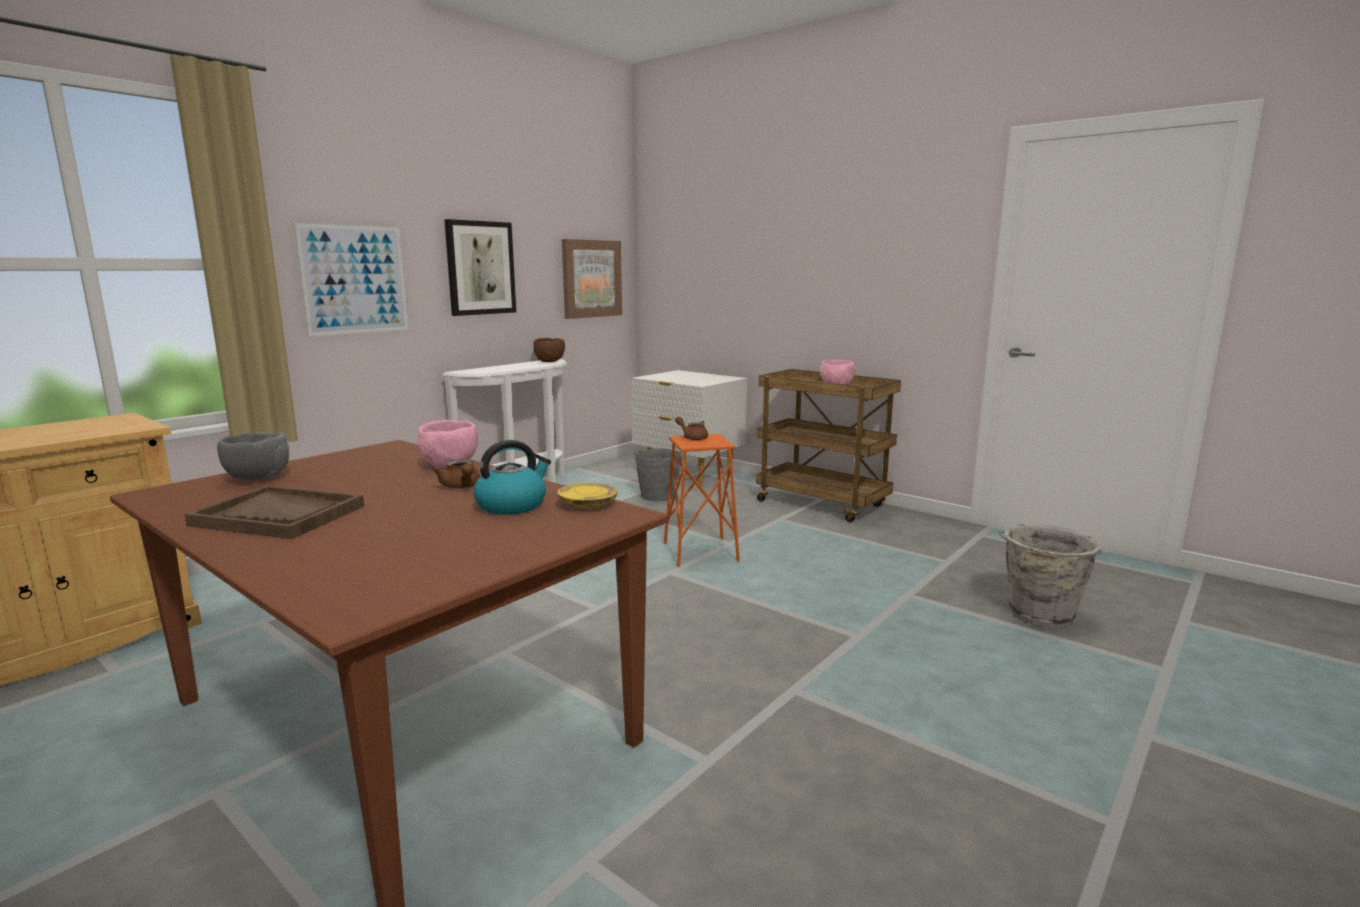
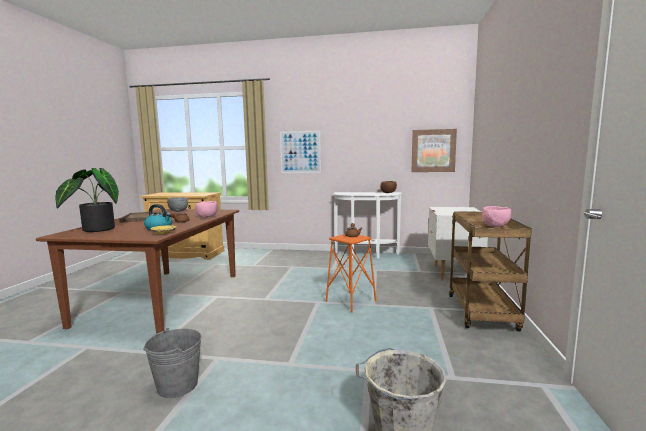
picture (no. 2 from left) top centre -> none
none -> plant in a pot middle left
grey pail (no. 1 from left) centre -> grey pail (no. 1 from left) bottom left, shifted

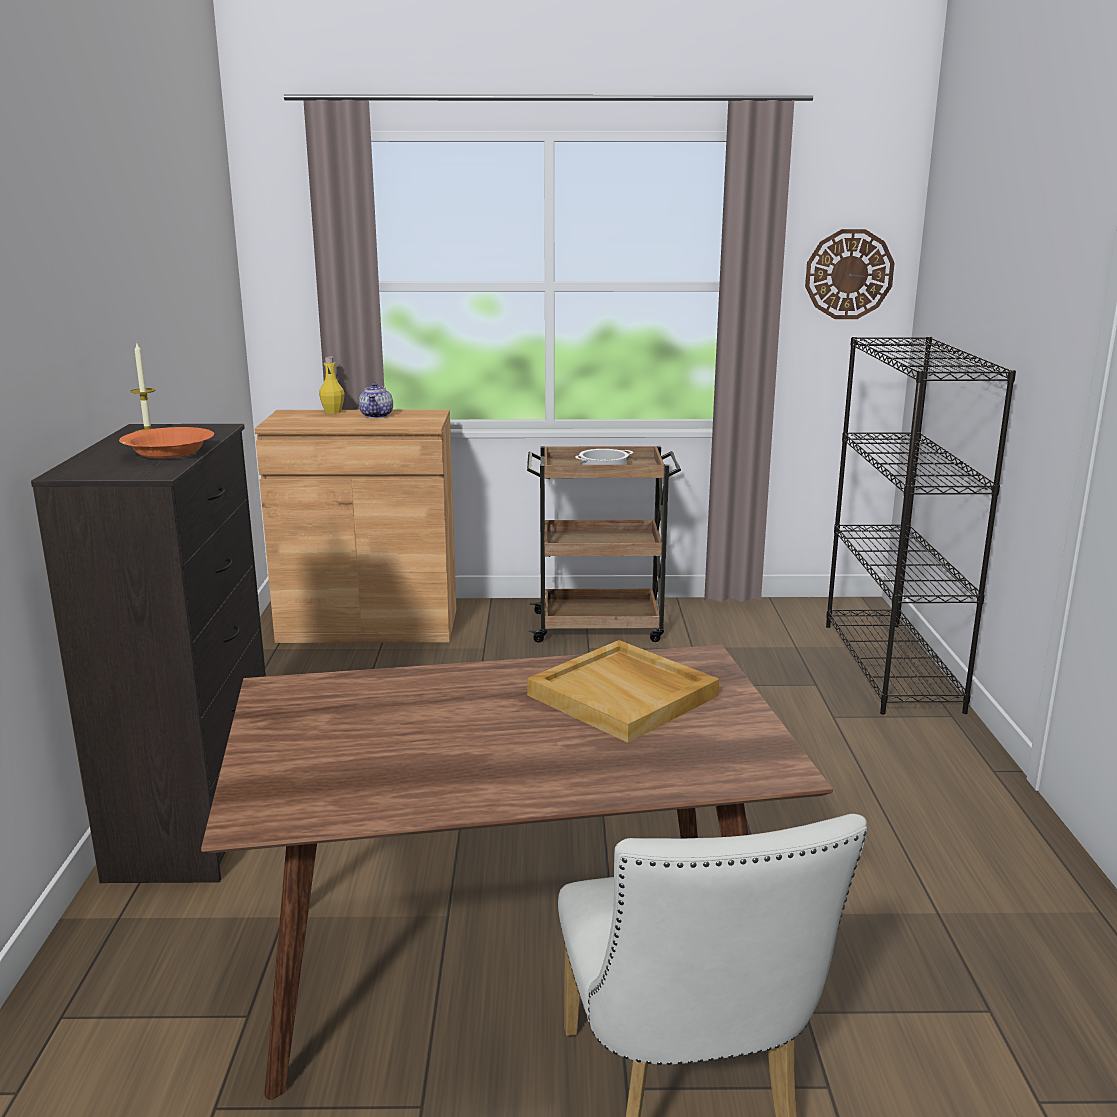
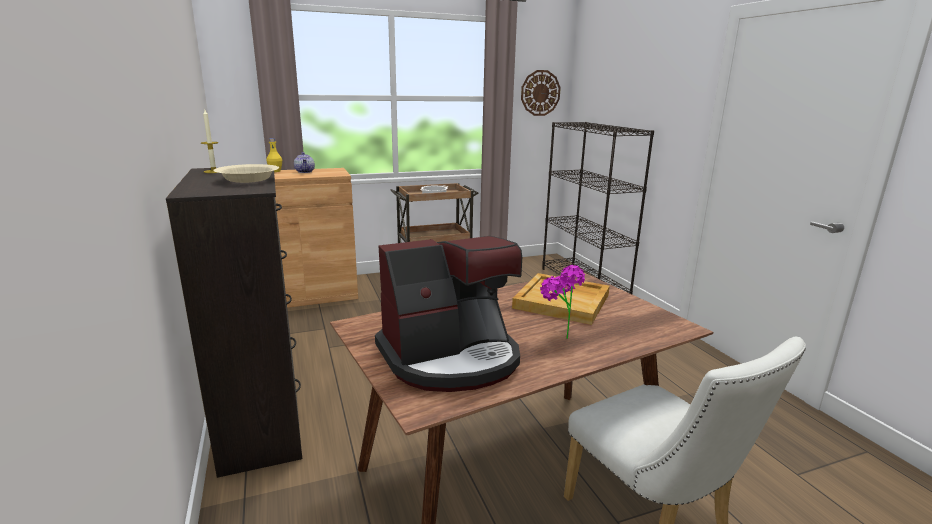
none -> coffee machine centre
none -> plant in a pot centre
orange deep dish middle left -> beige-coloured deep dish top left

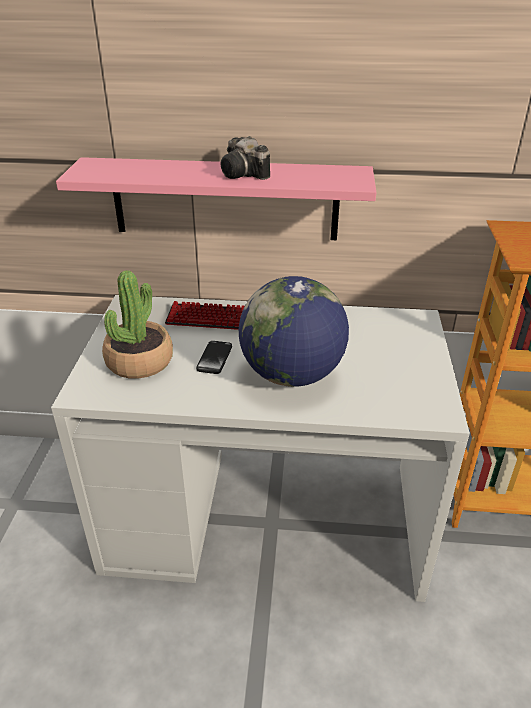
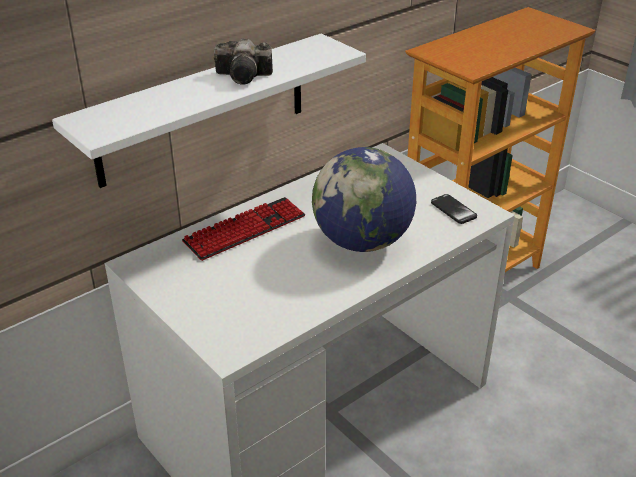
plant in a pot middle left -> none
telephone centre -> telephone middle right, shifted
pinkish bracket shelf top centre -> whitish bracket shelf top left

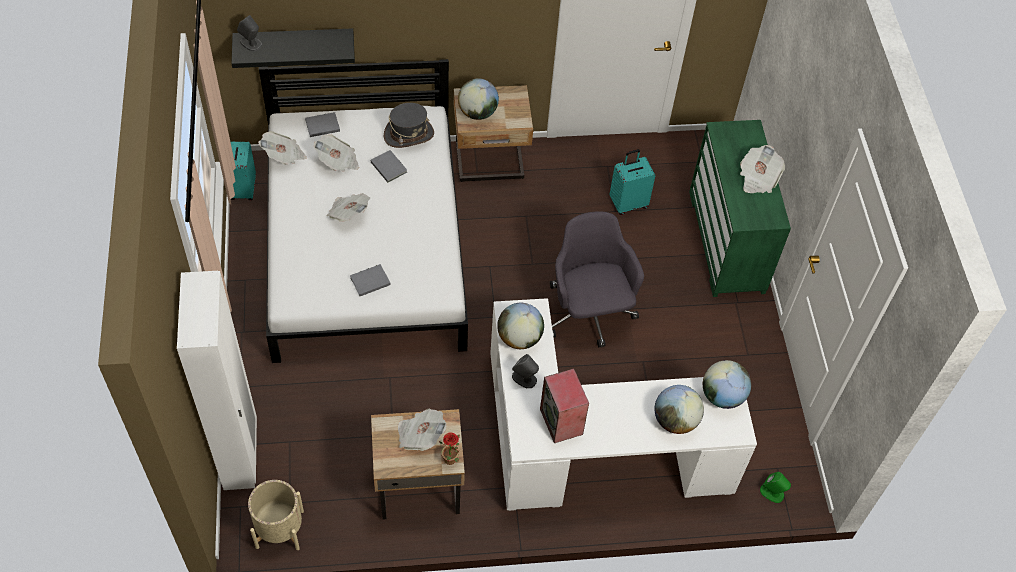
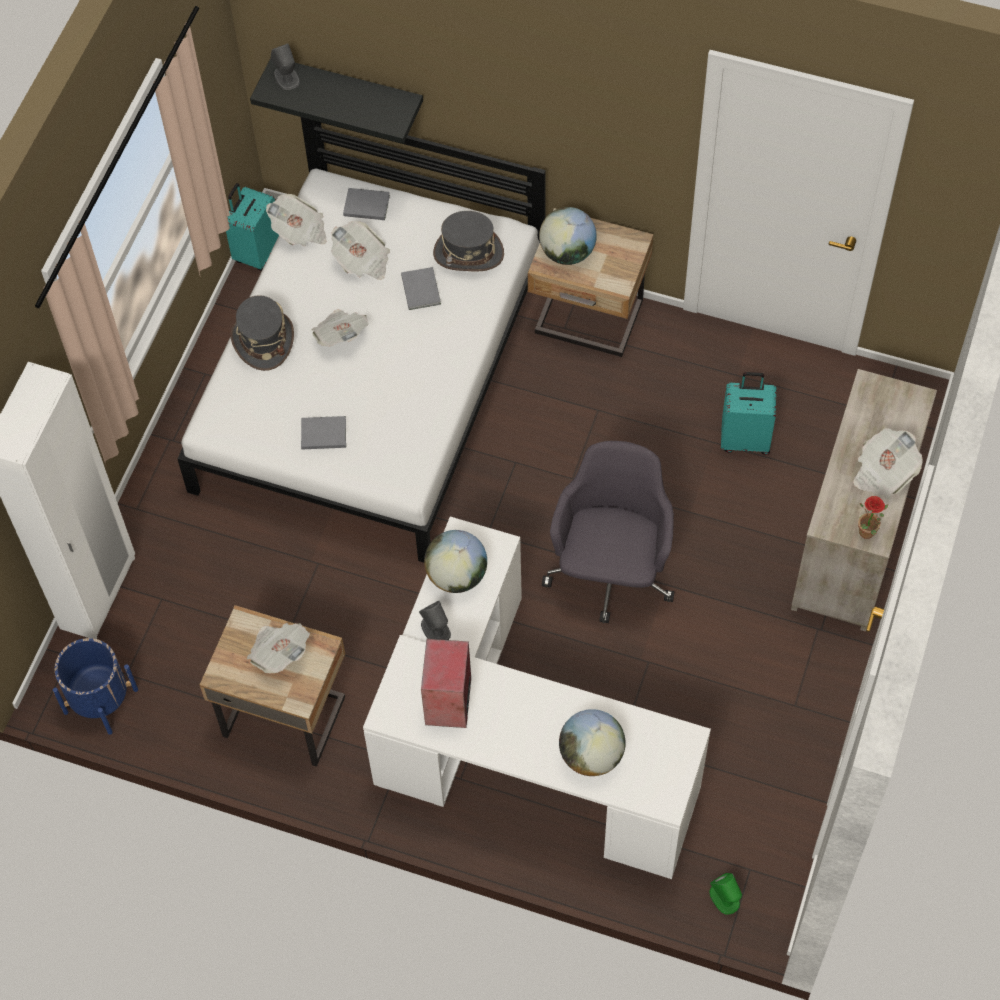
desk globe (no. 4 from left) bottom right -> none
none -> grey wearable hat (no. 1 from left) top left
plant in a pot bottom centre -> plant in a pot middle right, shifted
beige-coloured plant pot bottom left -> blue plant pot bottom left
green chest of drawers middle right -> beige-coloured chest of drawers middle right

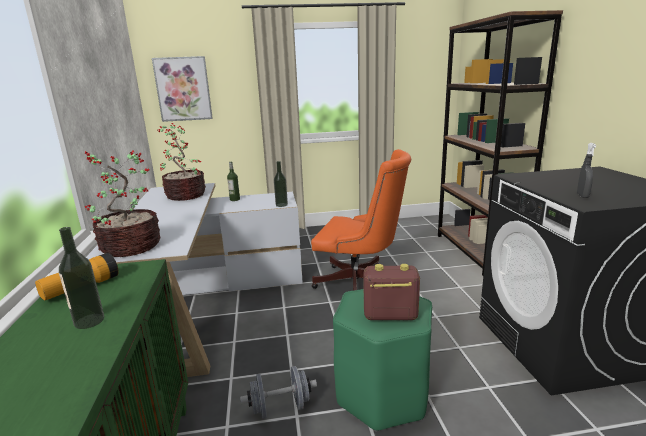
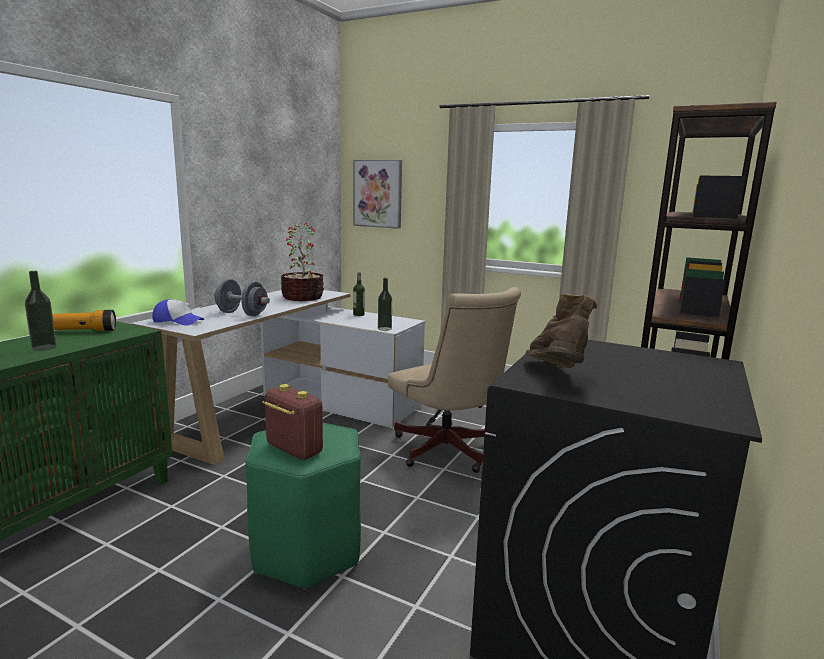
grey hand weight bottom centre -> grey hand weight middle left, shifted
plant in a pot (no. 1 from left) middle left -> cap middle left
grey hand sprayer middle right -> brown high-top boot middle right
orange desk chair centre -> beige-coloured desk chair centre

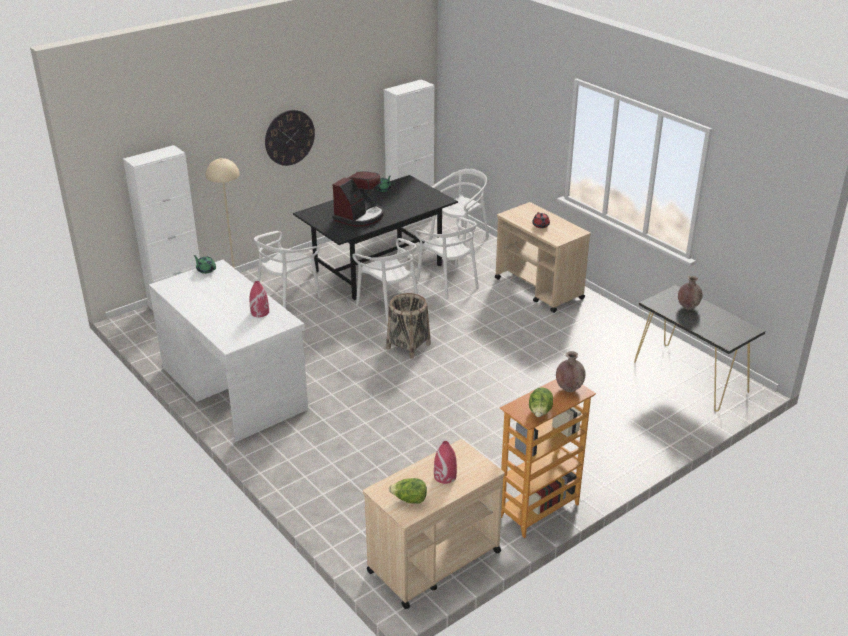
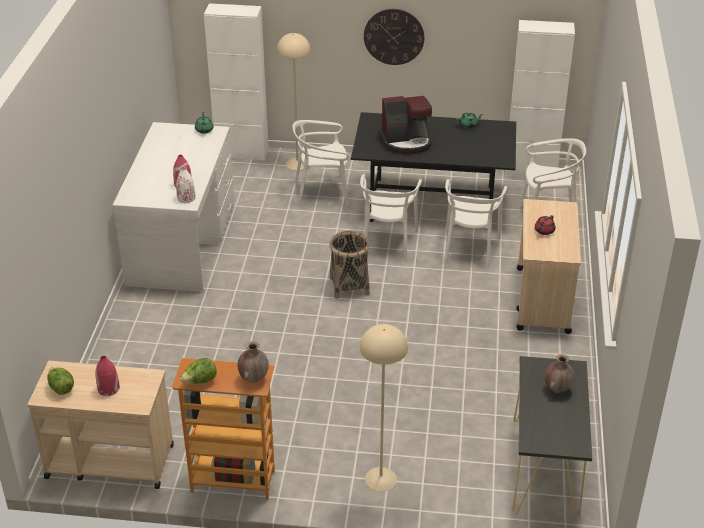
none -> whitish vase middle left
none -> beige-coloured standard lamp (no. 2 from left) bottom centre

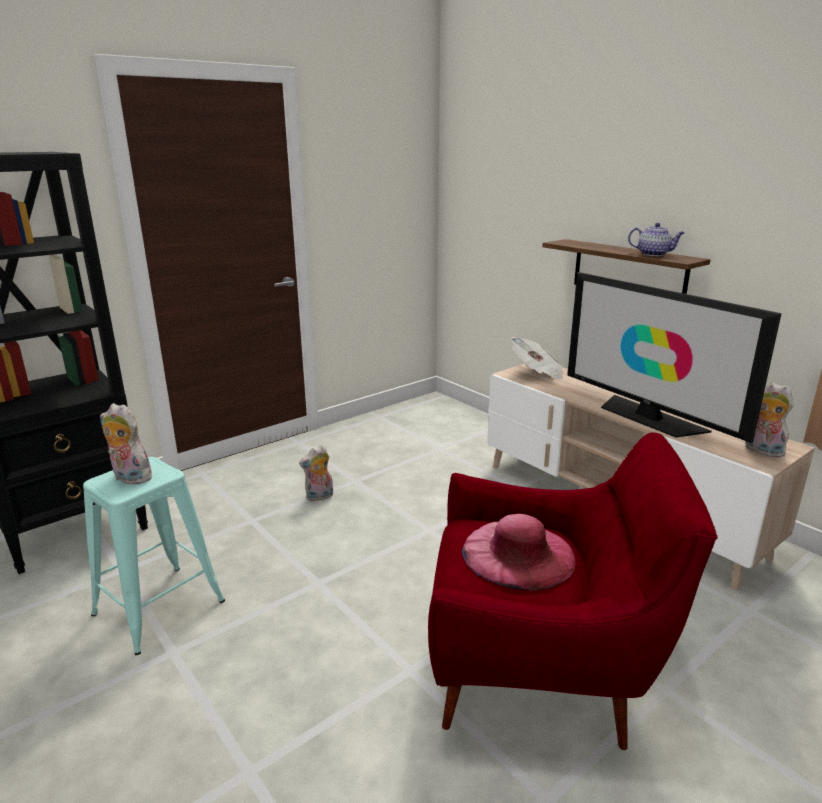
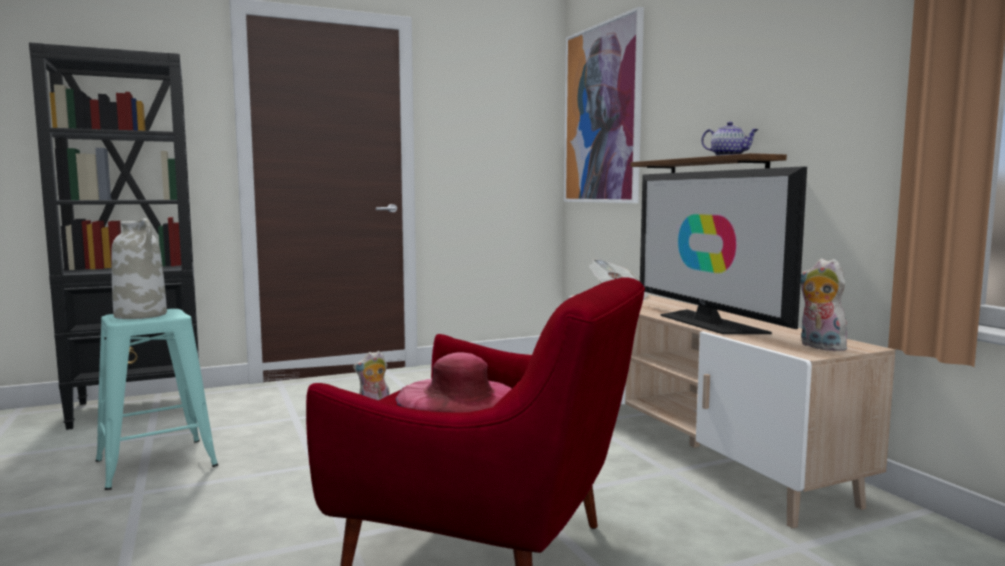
none -> picture top centre
cuddly toy (no. 1 from left) middle left -> whitish vase middle left

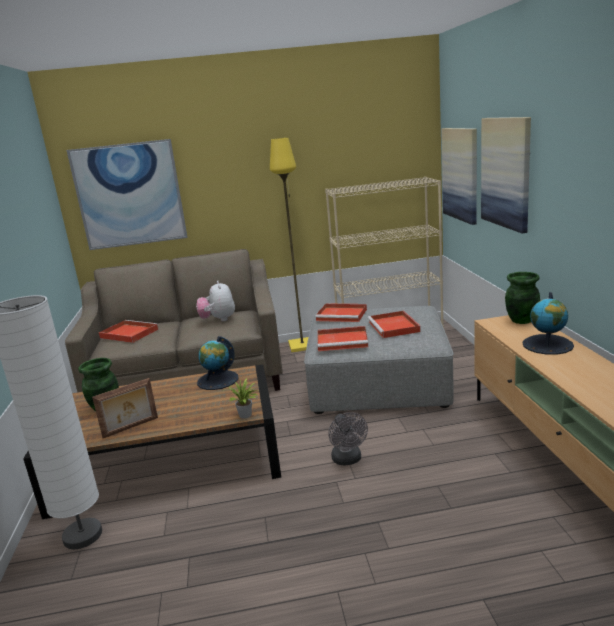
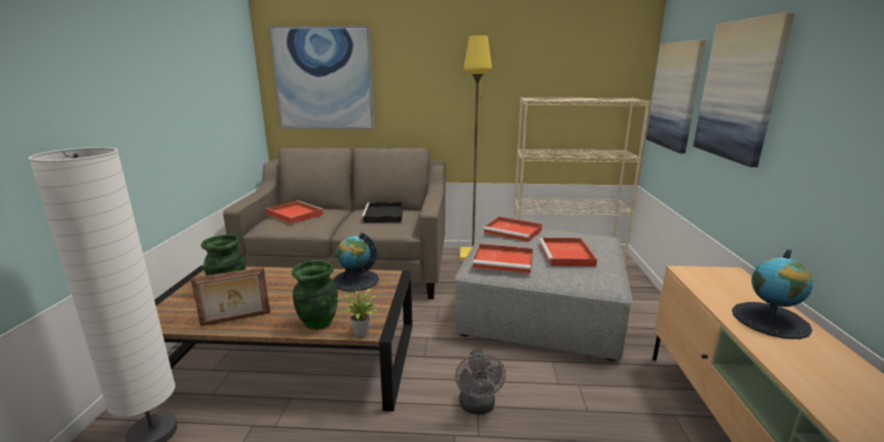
green vase (no. 2 from left) middle right -> green vase (no. 2 from left) bottom centre, shifted
cuddly toy centre -> blackish tray centre

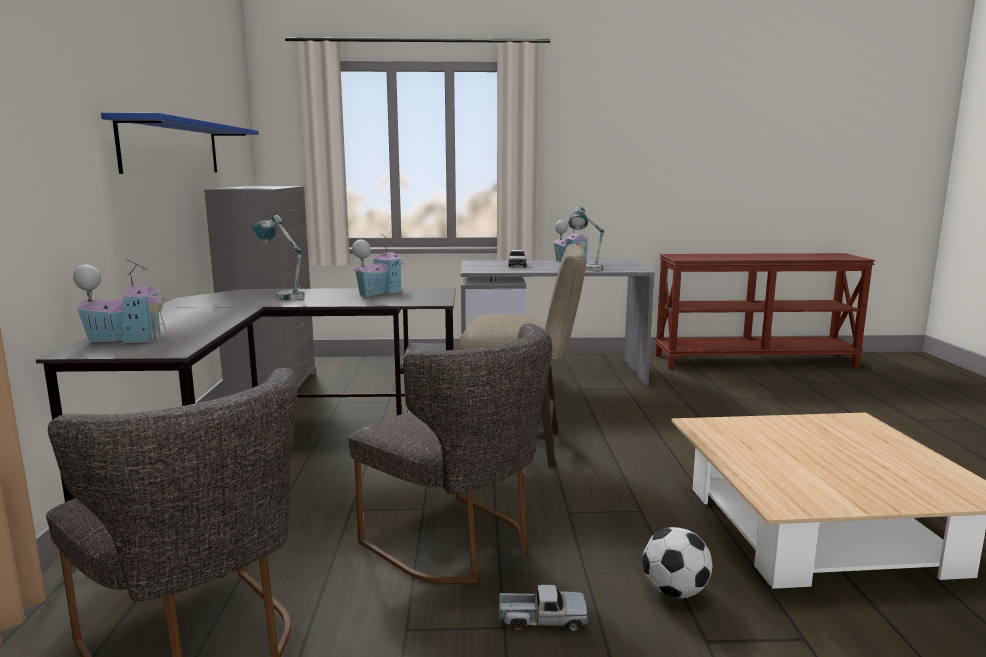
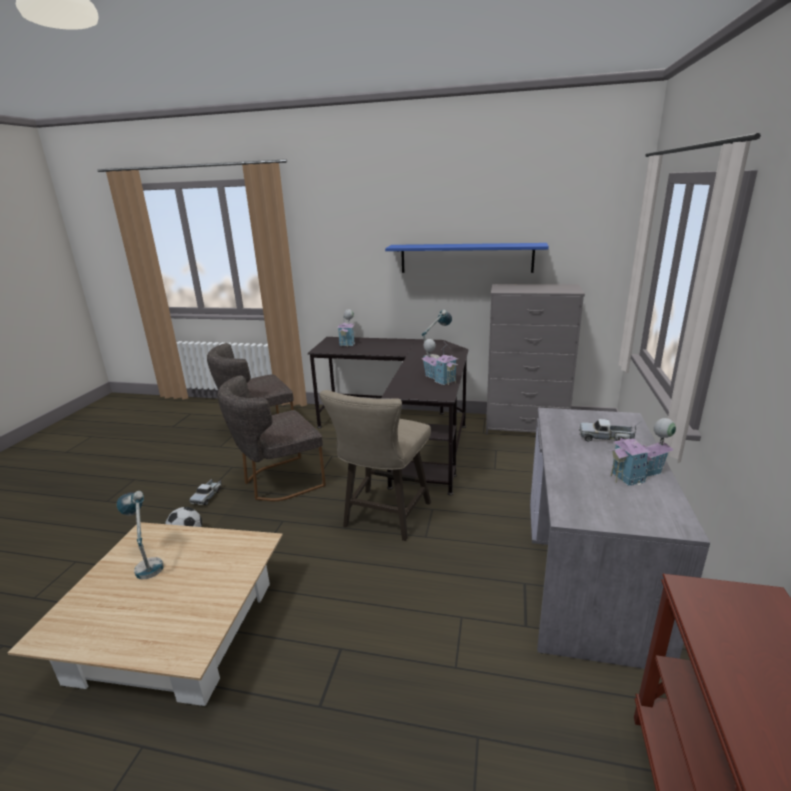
lamp for a table (no. 2 from left in the first image) centre -> lamp for a table (no. 1 from left) bottom left, shifted

